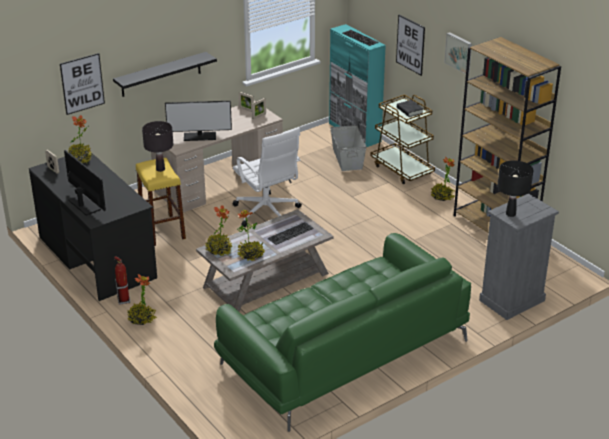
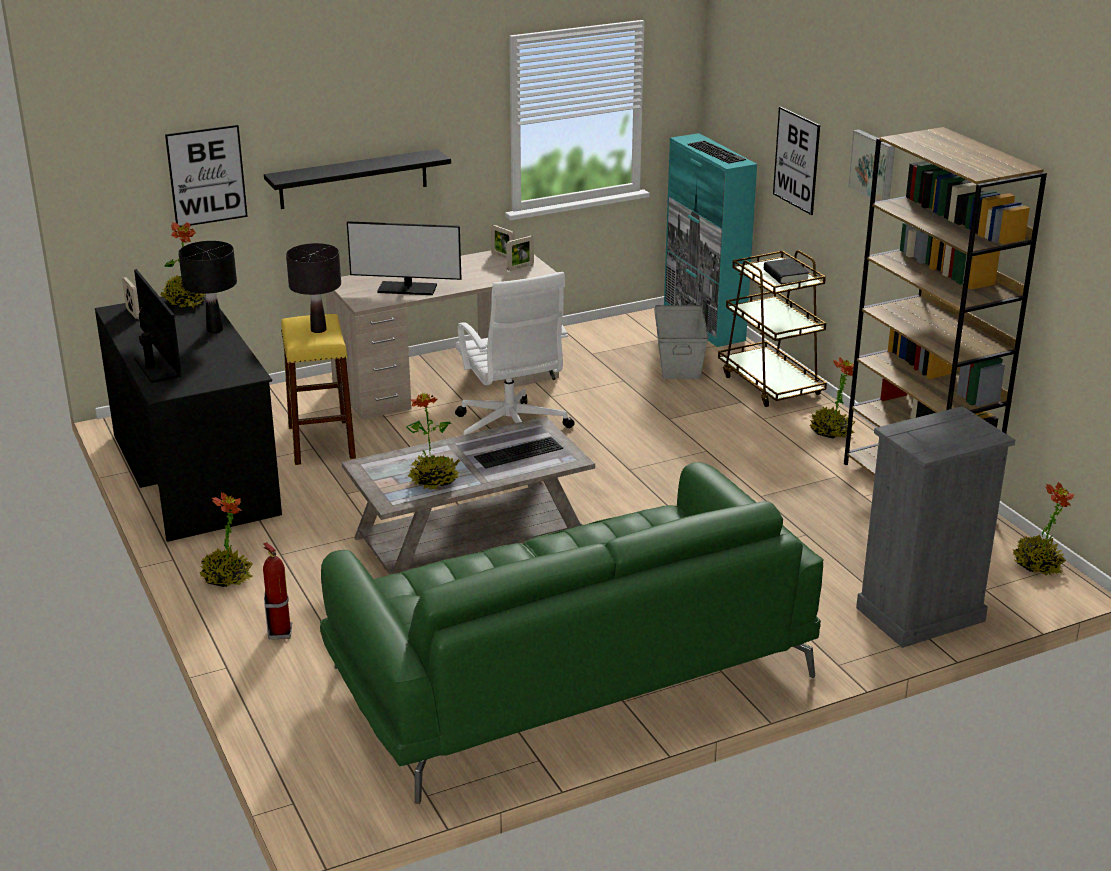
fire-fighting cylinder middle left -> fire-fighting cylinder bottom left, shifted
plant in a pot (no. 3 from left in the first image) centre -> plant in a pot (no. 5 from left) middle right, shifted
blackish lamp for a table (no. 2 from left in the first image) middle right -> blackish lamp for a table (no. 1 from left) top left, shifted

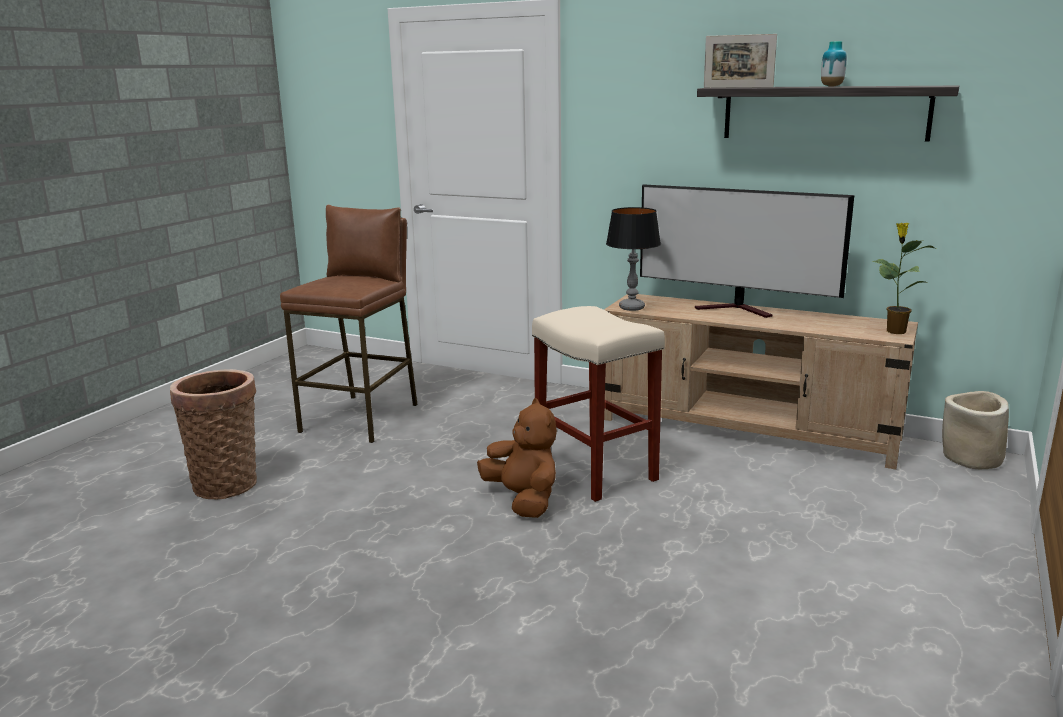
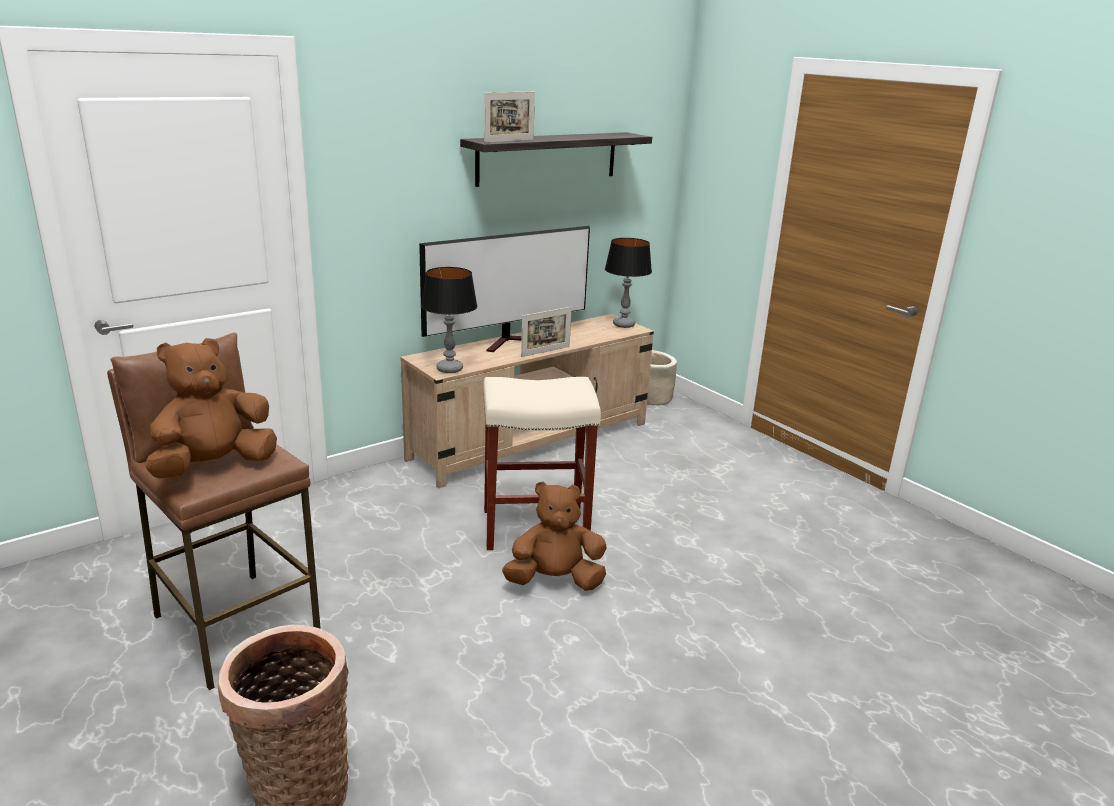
vase top right -> none
none -> brown cuddly toy (no. 1 from left) middle left
none -> picture frame (no. 2 from left) centre
plant in a pot middle right -> lamp for a table (no. 2 from left) centre

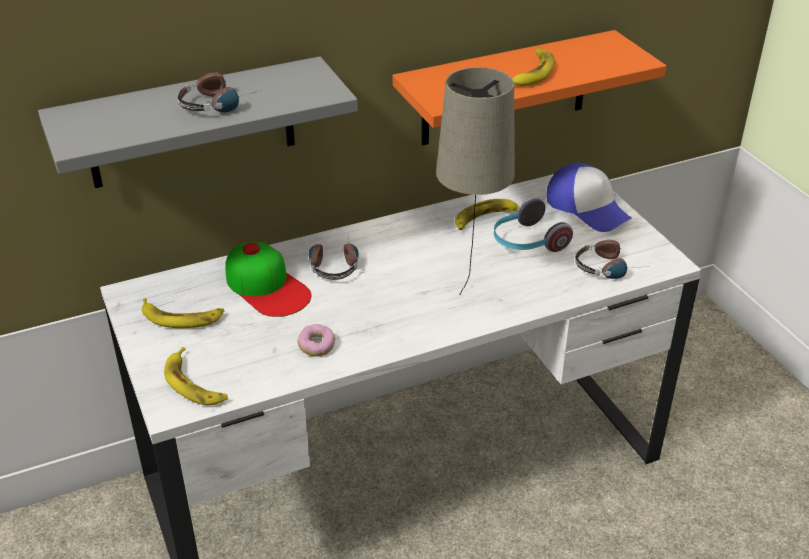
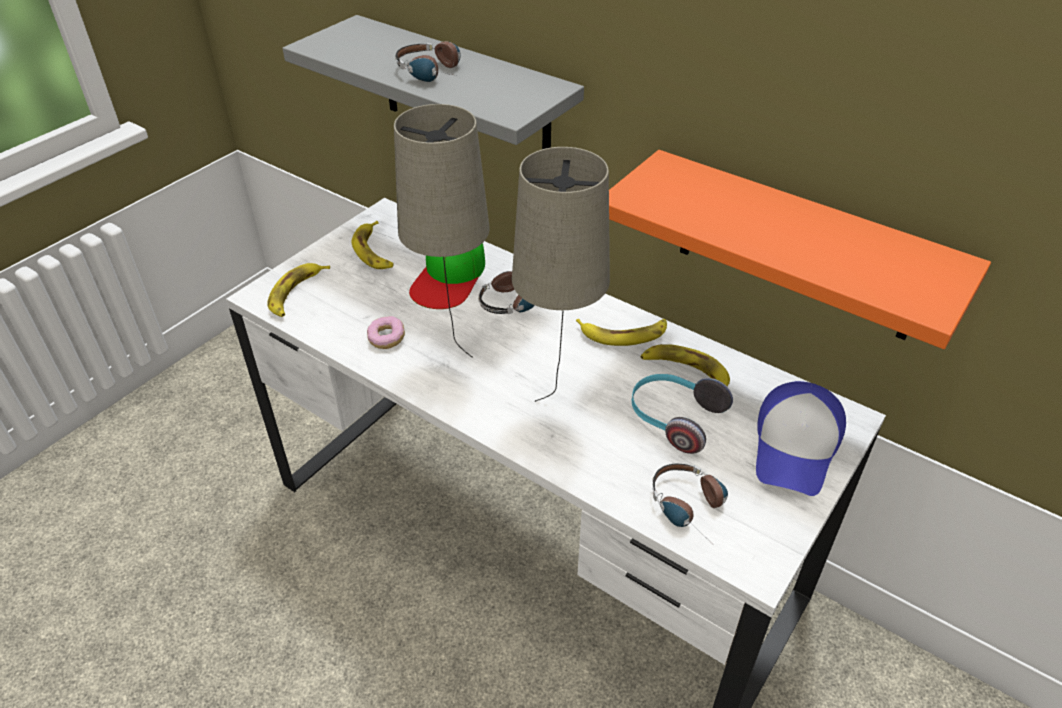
none -> beige-coloured lamp for a table (no. 1 from left) top centre
whole banana (no. 4 from left in the first image) top centre -> whole banana (no. 3 from left) centre, shifted

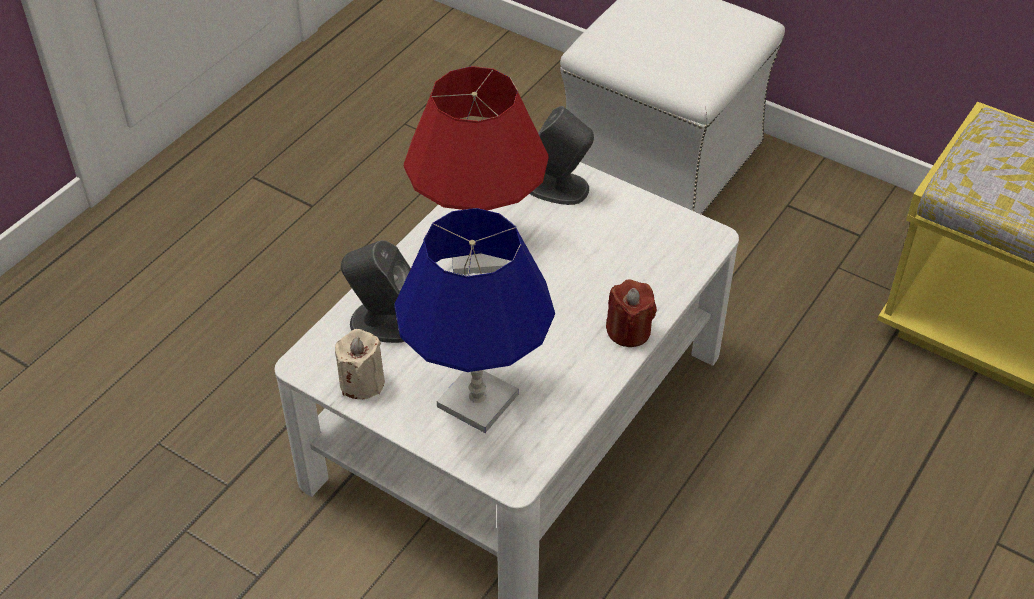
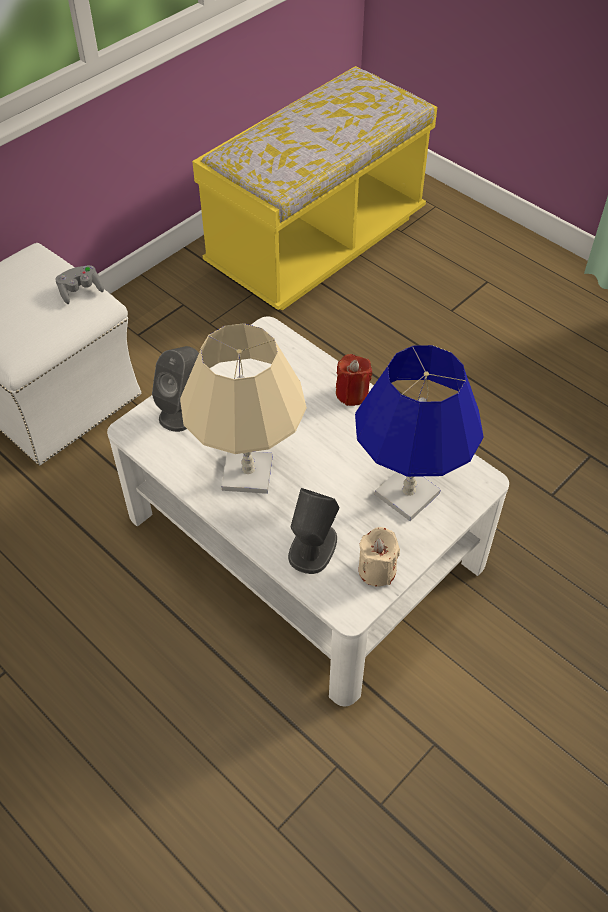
none -> grey joypad top left
red-coloured lamp for a table top centre -> beige-coloured lamp for a table centre

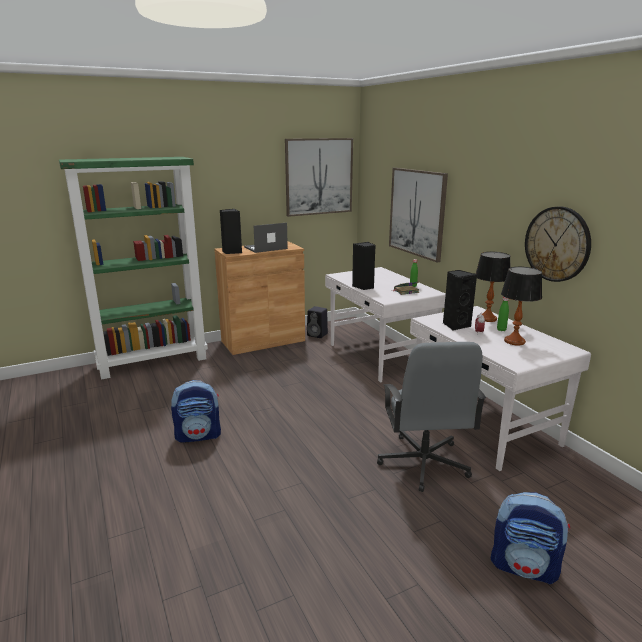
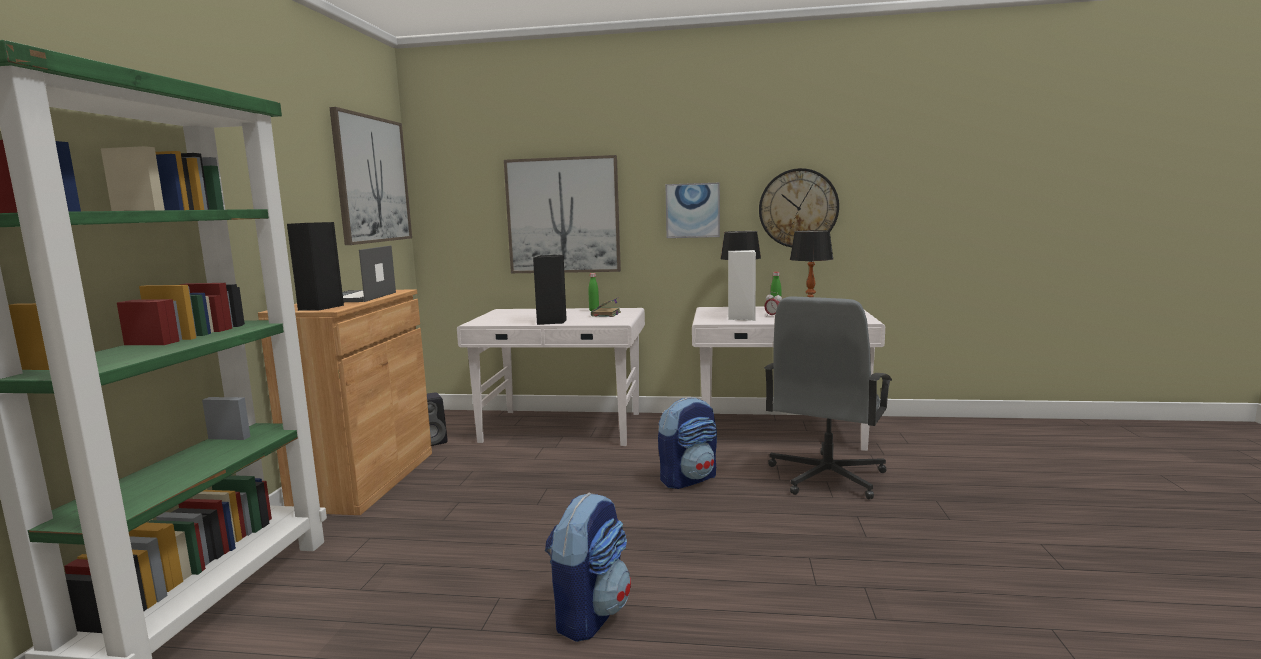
none -> picture (no. 3 from left) top centre
knapsack (no. 2 from left) bottom right -> knapsack (no. 2 from left) bottom centre, shifted
blackish audio speaker (no. 4 from left) middle right -> whitish audio speaker centre
grey desk chair middle right -> grey desk chair centre, 90 degrees clockwise

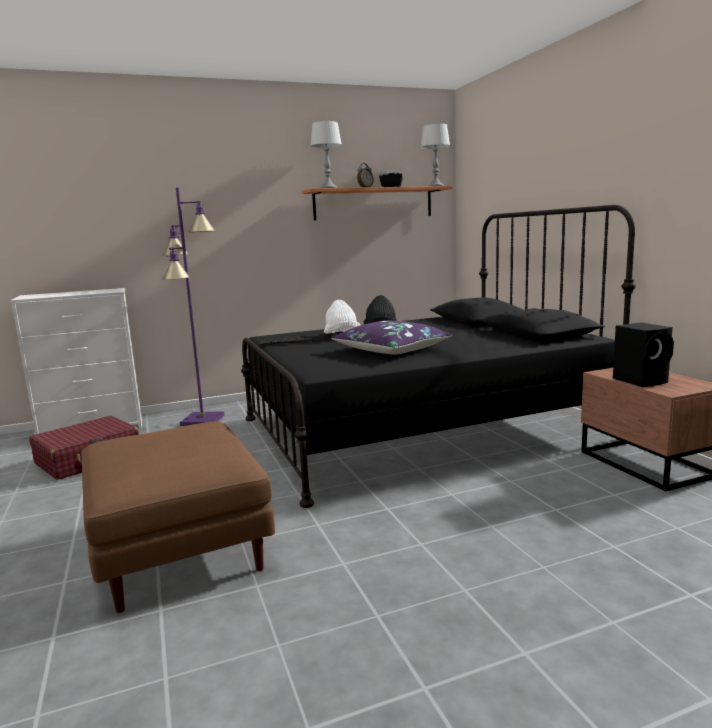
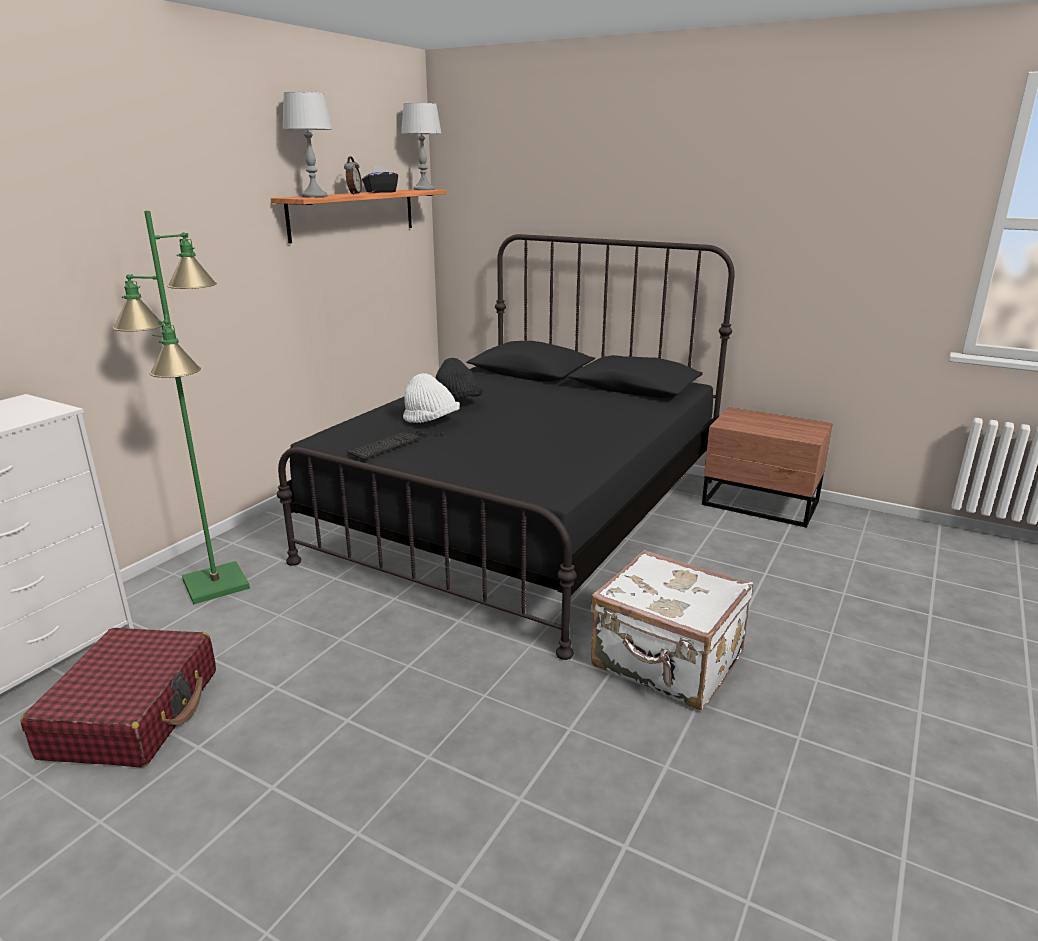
brown pouffe bottom left -> none
purplish throw pillow centre -> none
blackish audio speaker middle right -> none
none -> whitish travel case bottom centre
purplish standard lamp middle left -> green standard lamp middle left

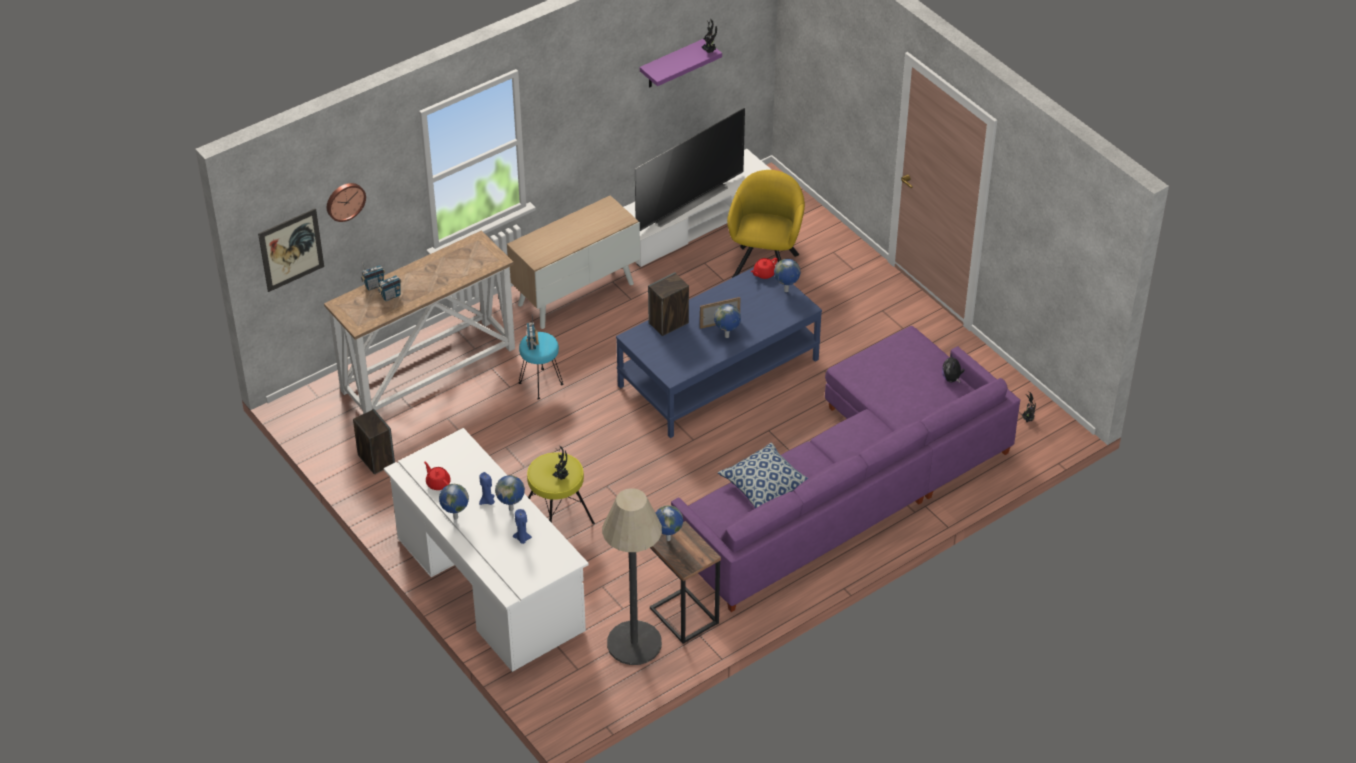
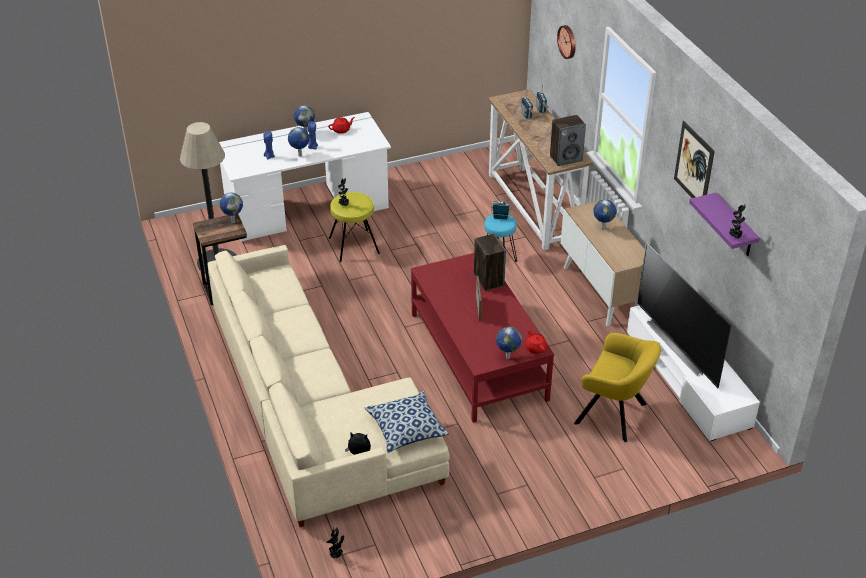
picture top left -> picture top right, shifted
audio speaker (no. 1 from left in the first image) middle left -> audio speaker (no. 2 from left) top centre, shifted
desk globe (no. 4 from left in the first image) centre -> desk globe (no. 5 from left) middle right, shifted
throw pillow centre -> throw pillow bottom centre, shifted
blue low table centre -> red-coloured low table centre
purplish couch centre -> beige-coloured couch bottom centre

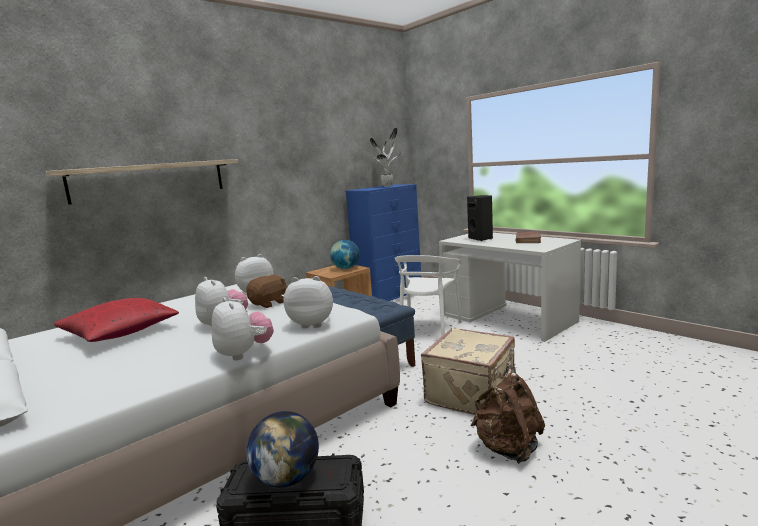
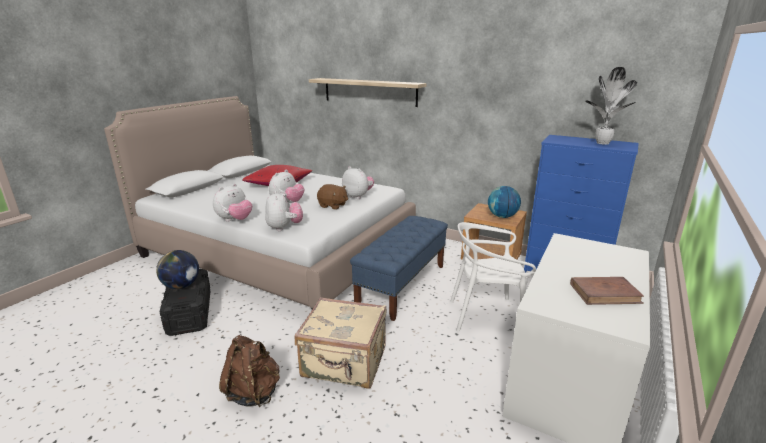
blackish audio speaker centre -> none

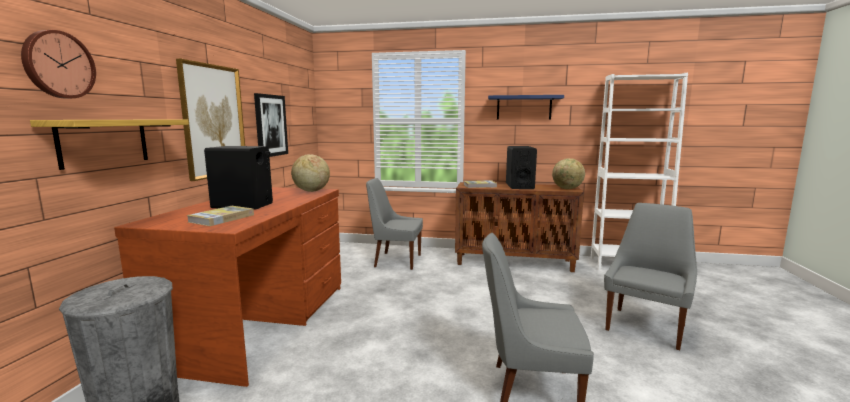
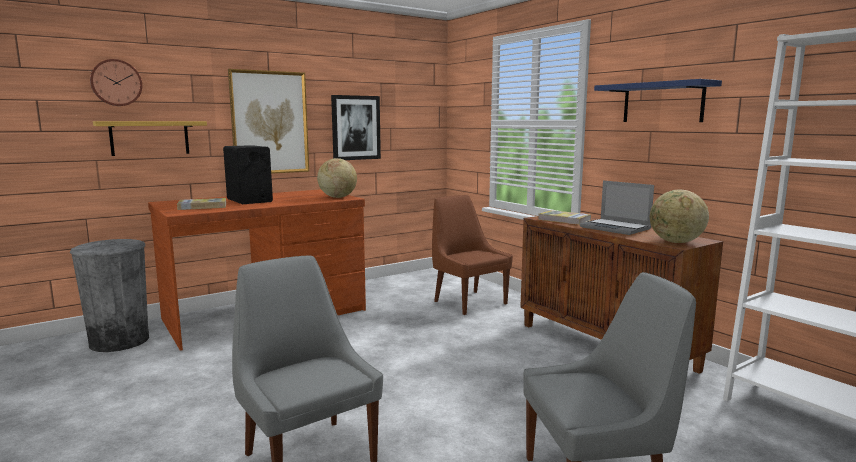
blackish audio speaker (no. 2 from left) centre -> portable computer middle right
grey upright chair (no. 1 from left) centre -> brown upright chair centre

